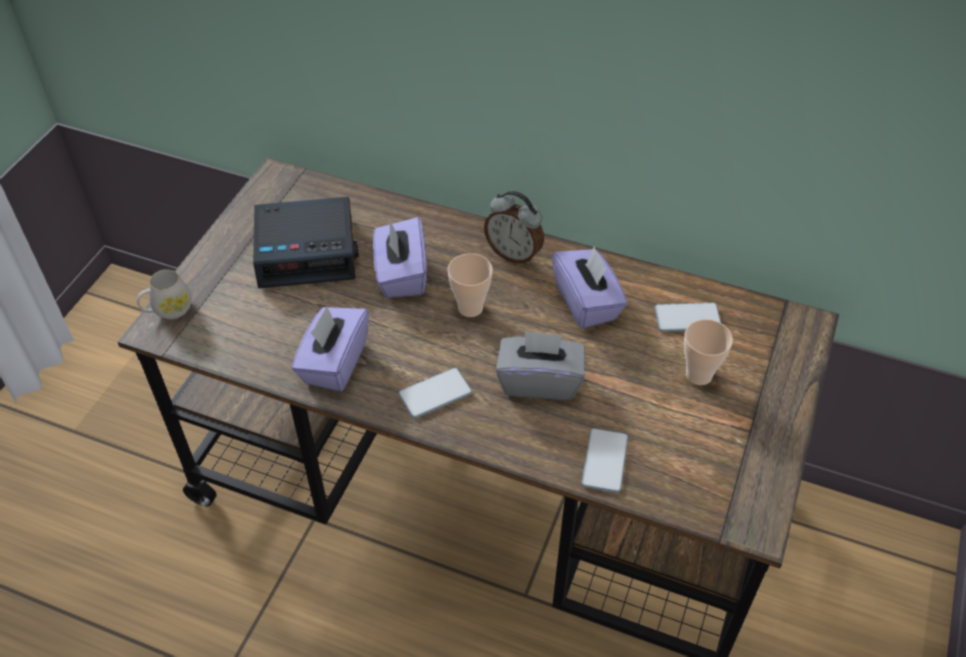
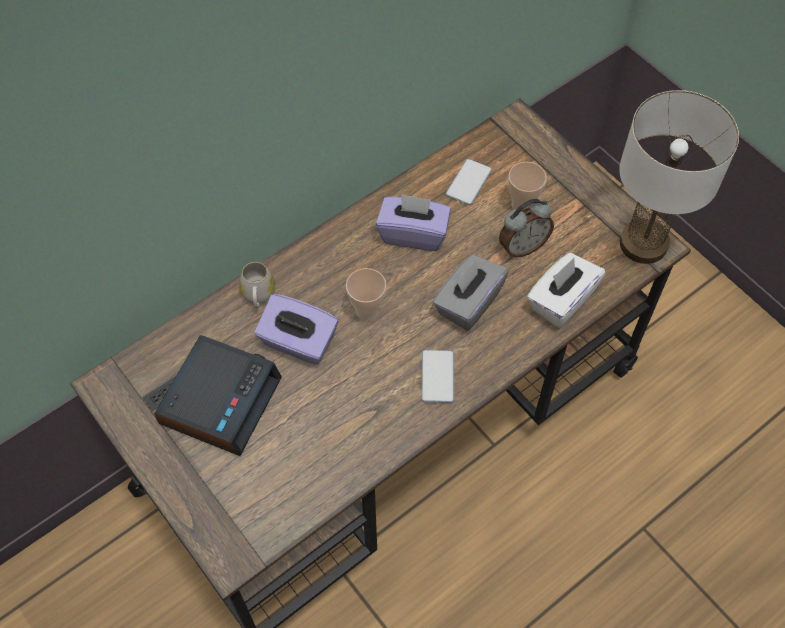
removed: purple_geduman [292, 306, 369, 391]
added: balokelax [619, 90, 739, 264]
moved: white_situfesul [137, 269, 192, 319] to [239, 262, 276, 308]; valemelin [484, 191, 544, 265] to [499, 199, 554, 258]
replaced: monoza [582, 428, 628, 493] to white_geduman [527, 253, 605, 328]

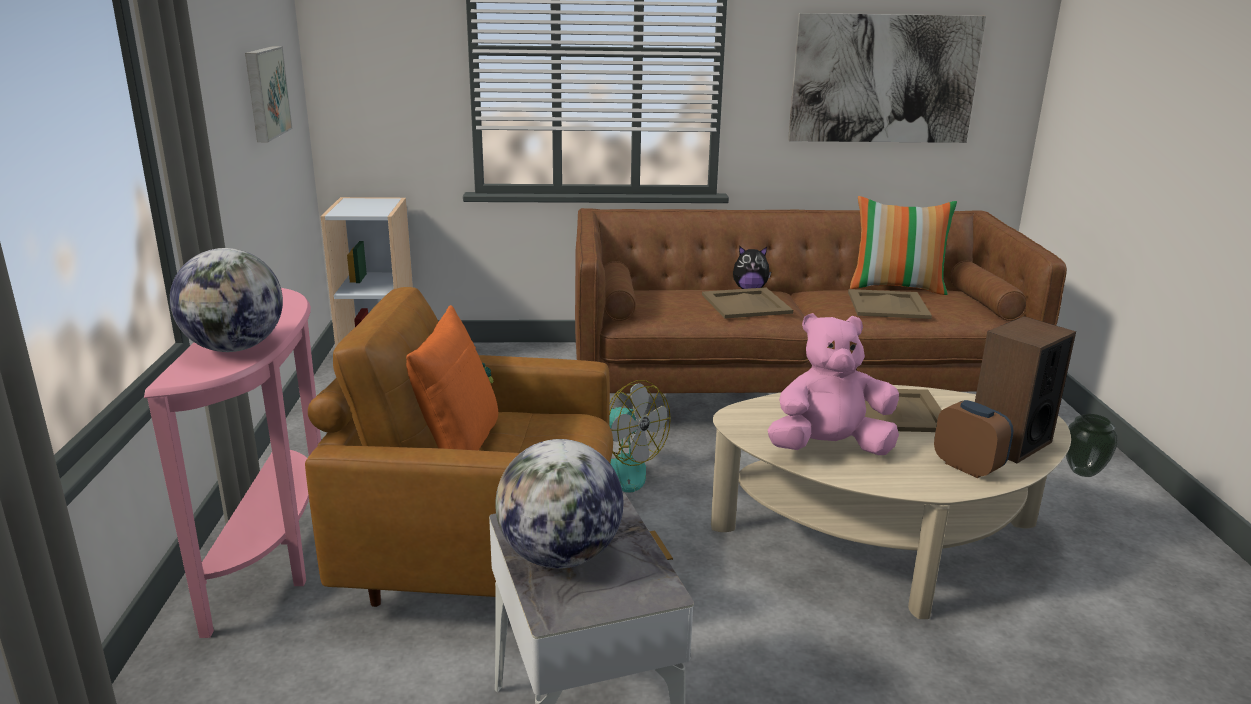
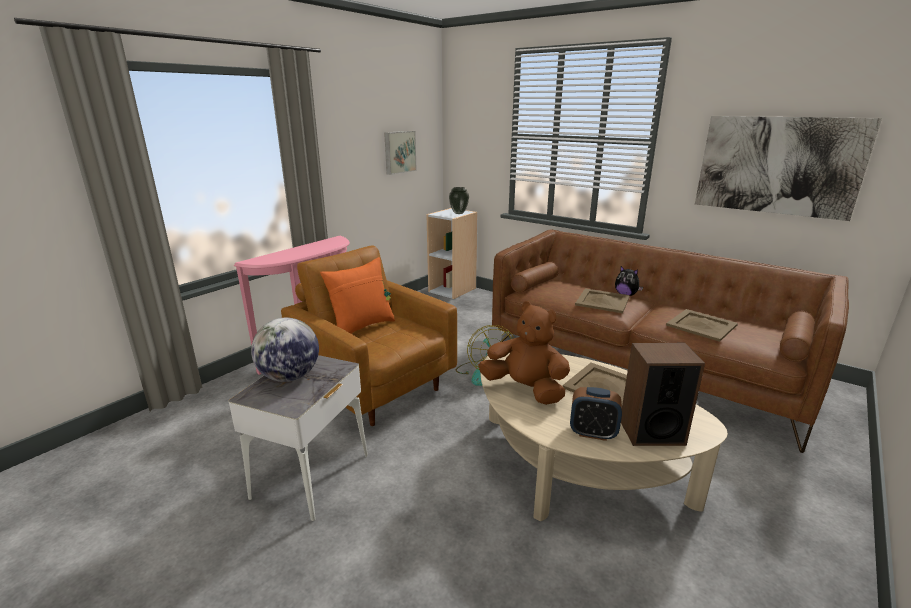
removed: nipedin [170, 248, 283, 352]; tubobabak [850, 196, 957, 295]
moved: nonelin [1066, 414, 1118, 477] to [449, 187, 469, 214]
recoloured: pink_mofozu [768, 313, 899, 455] to brown_mofozu [478, 301, 570, 405]
turned: valemelin [934, 400, 1013, 478] = [570, 387, 622, 441] 105 degrees clockwise

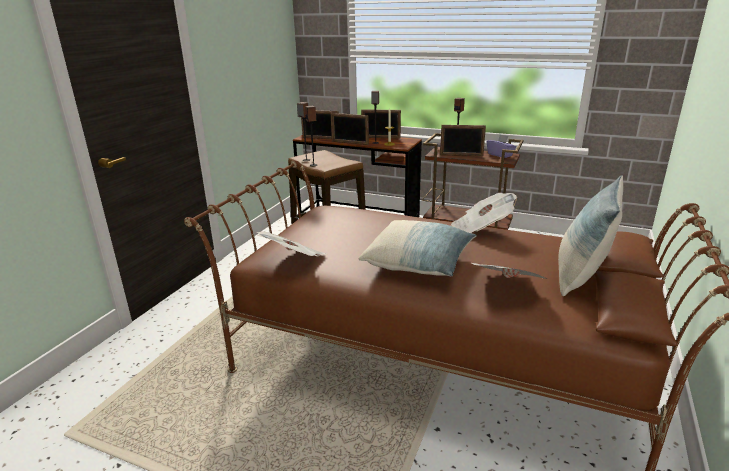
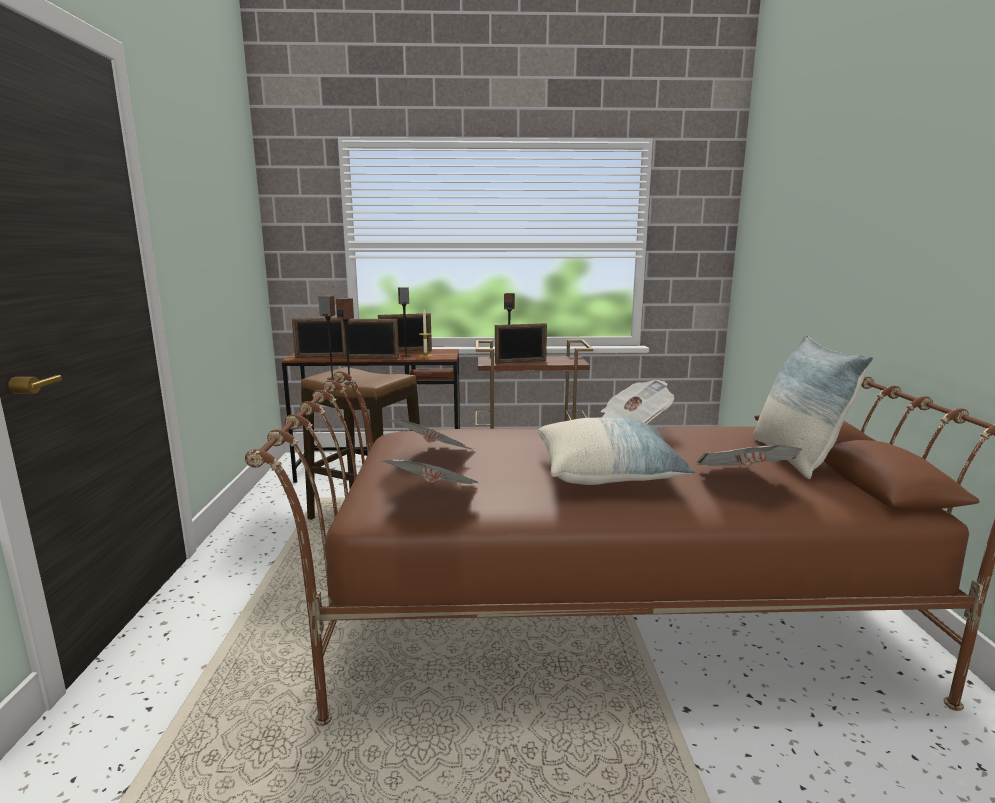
removed: purple_geduman [487, 134, 516, 158]
added: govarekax [386, 419, 475, 449]

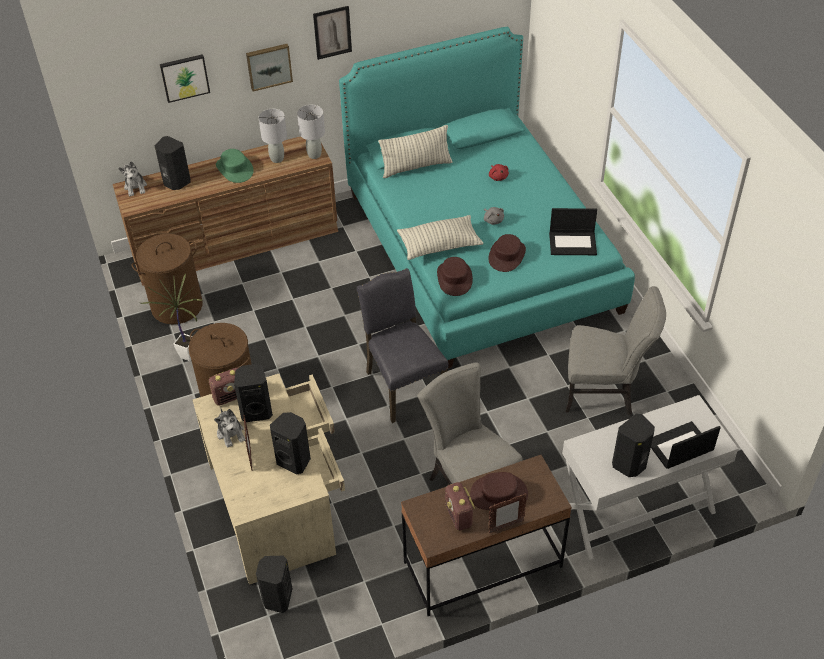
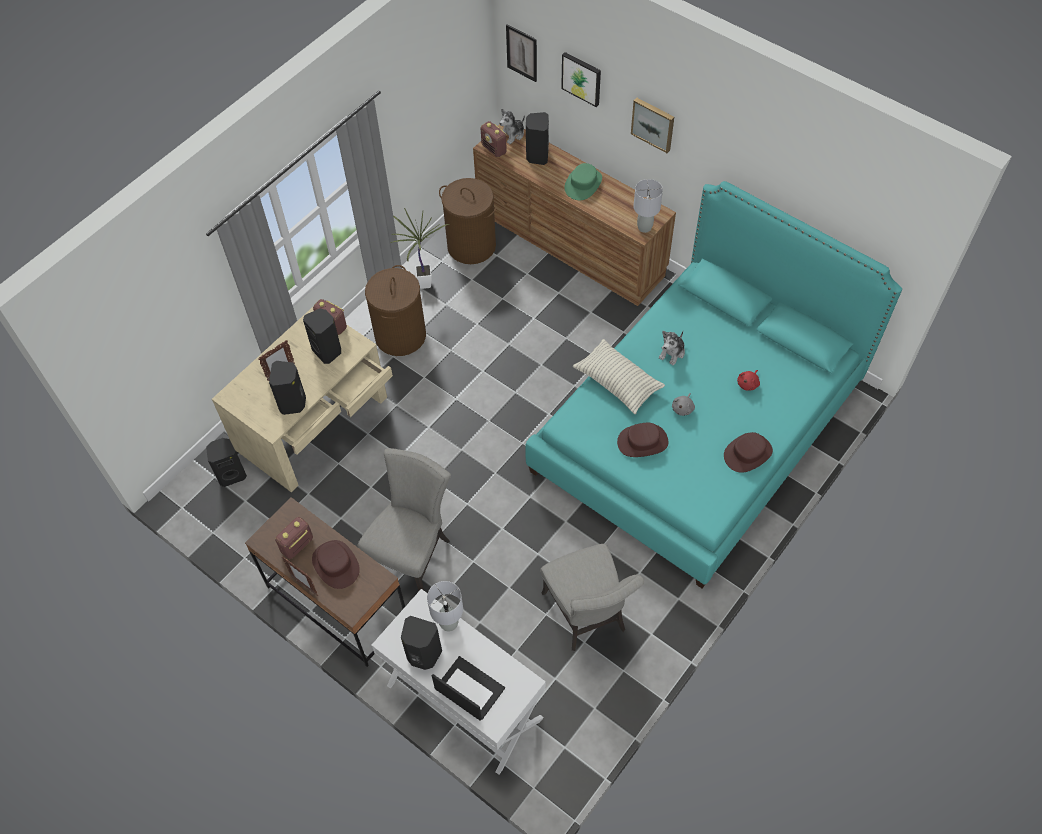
removed: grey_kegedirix [357, 268, 449, 423]; tubobabak [378, 125, 453, 178]; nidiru [549, 208, 597, 255]
added: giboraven [481, 121, 507, 157]
moved: grey_balokelax [259, 109, 287, 163] to [427, 581, 463, 632]; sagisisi [313, 6, 352, 60] to [506, 24, 537, 82]; mofozu [214, 409, 245, 448] to [659, 331, 685, 365]; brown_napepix [437, 257, 473, 296] to [724, 432, 773, 473]

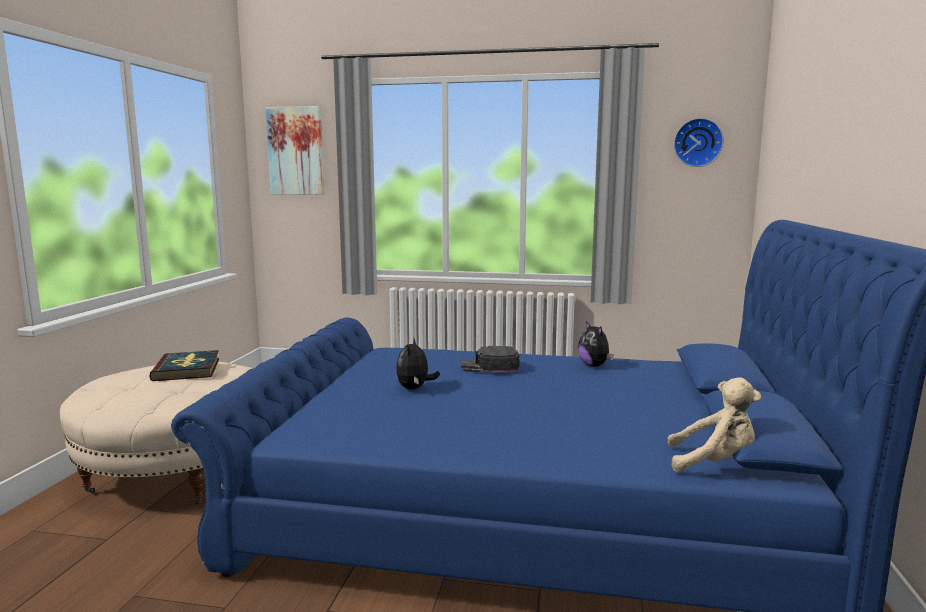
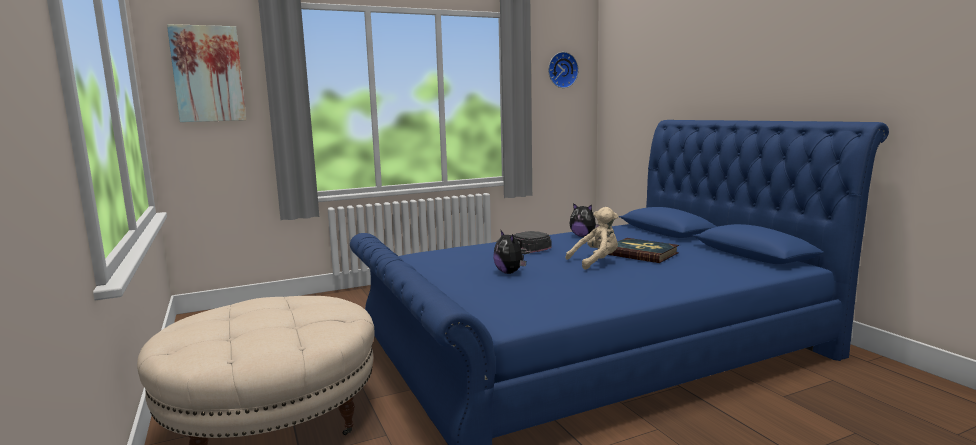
moved: beige_mofozu [667, 378, 761, 473] to [565, 207, 618, 270]; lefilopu [149, 350, 219, 381] to [608, 238, 679, 263]

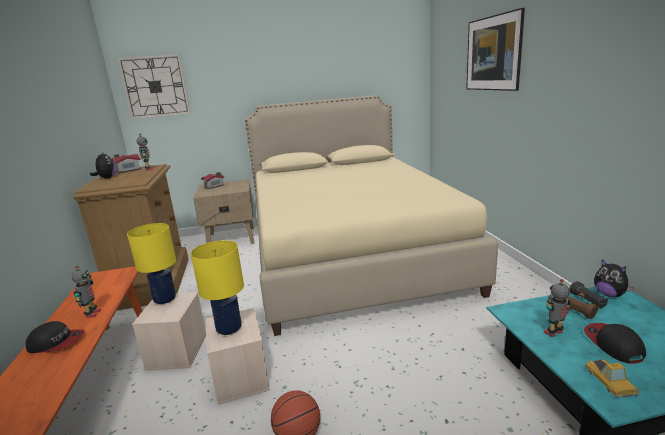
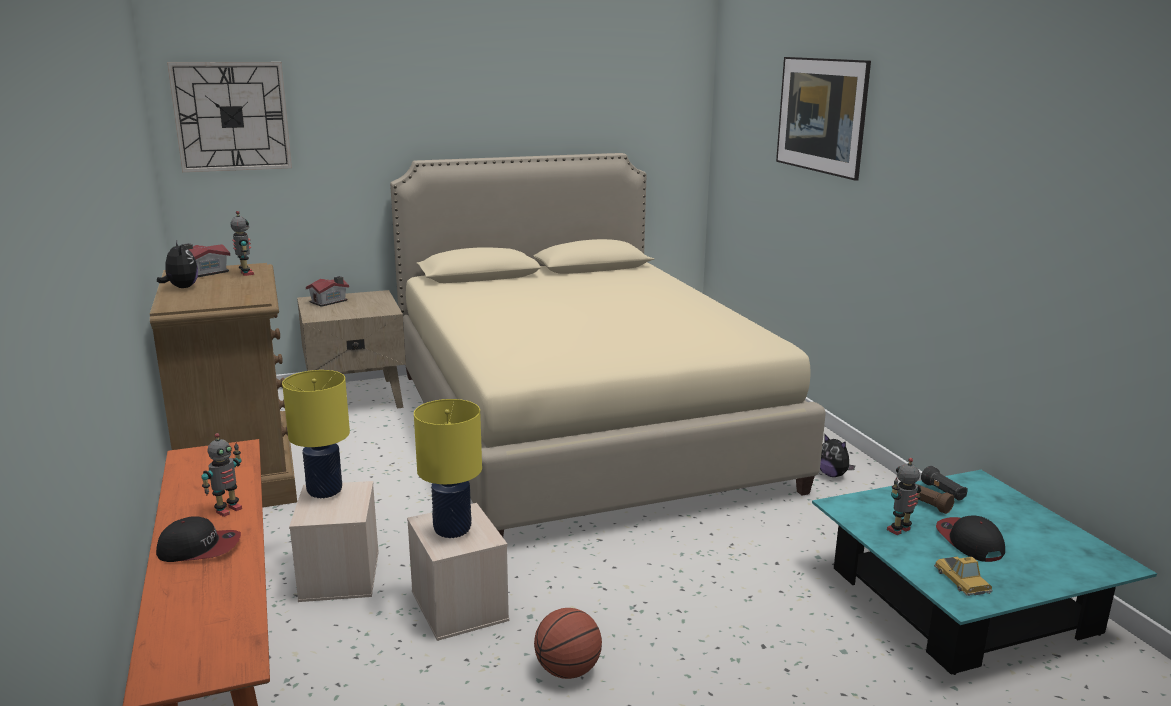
moved: mofozu [594, 259, 634, 297] to [820, 433, 855, 477]
turned: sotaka [72, 266, 101, 318] = [201, 433, 242, 517] 45 degrees clockwise

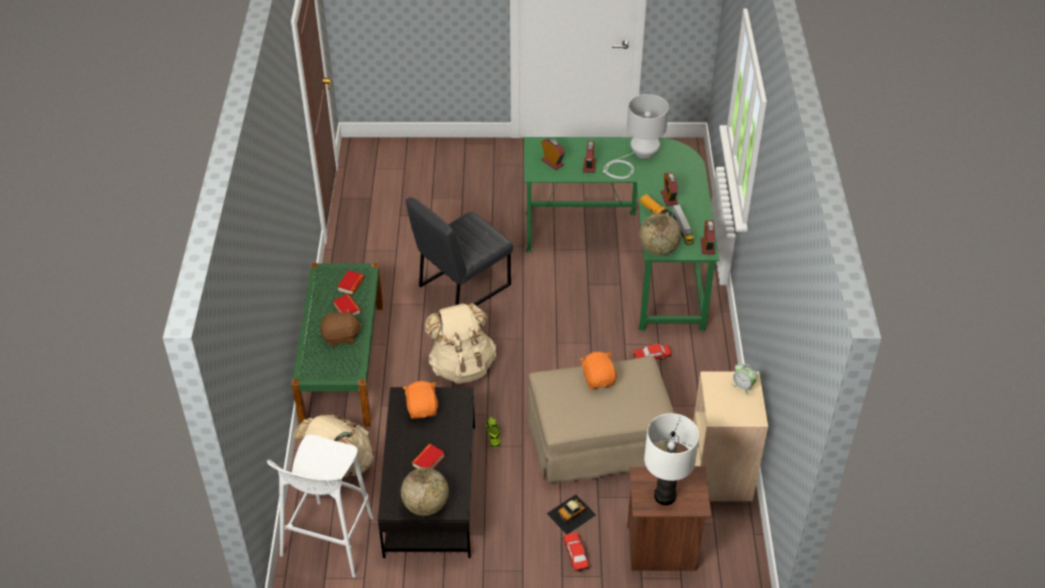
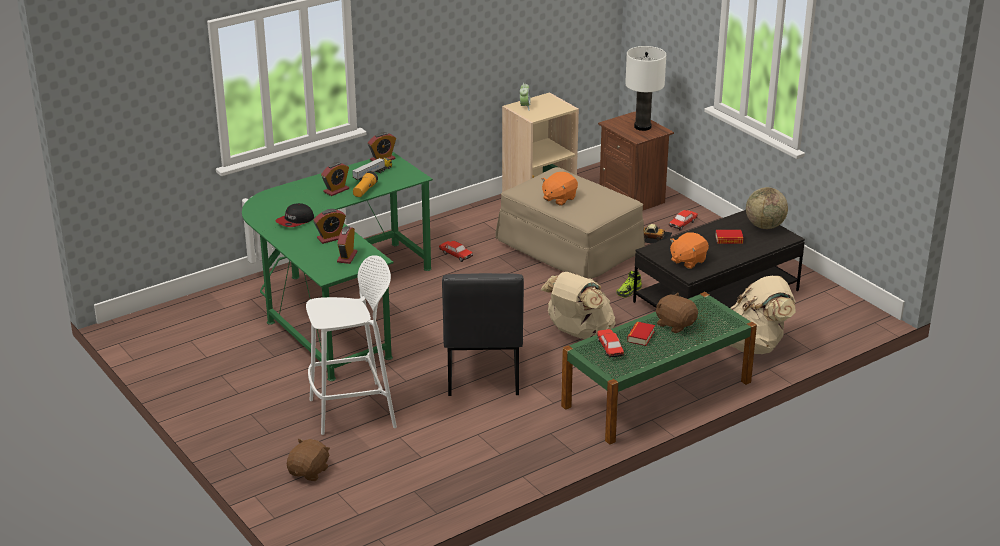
removed: nipedin [639, 213, 681, 256]
added: brown_mofozu [287, 438, 330, 481]
moved: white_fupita [267, 435, 374, 578] to [306, 255, 397, 435]
replaced: white_balokelax [603, 94, 669, 179] to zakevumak [275, 203, 314, 227]; lefilopu [337, 270, 364, 295] to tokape [597, 329, 624, 357]
turned: grey_kegedirix [406, 197, 513, 305] = [442, 273, 524, 396] 75 degrees clockwise

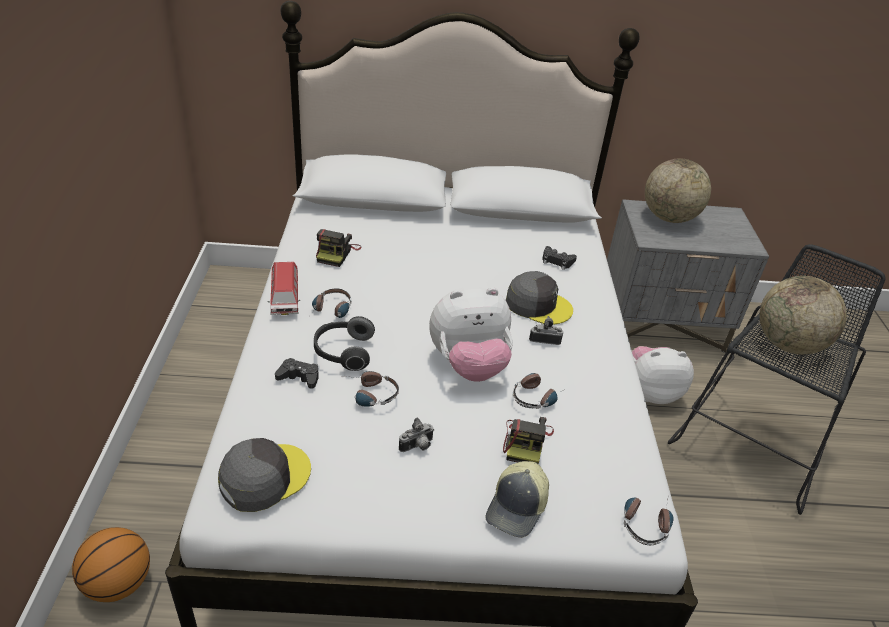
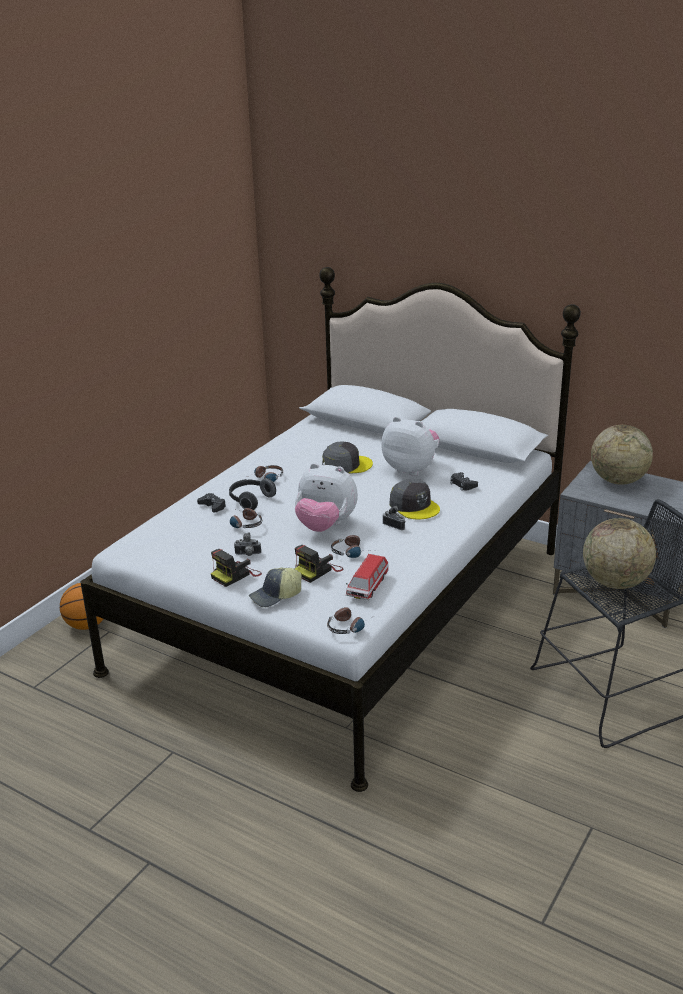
moved: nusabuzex [316, 229, 361, 267] to [211, 549, 262, 587]; grey_zakevumak [218, 438, 311, 512] to [322, 442, 373, 474]; tokape [267, 262, 300, 315] to [346, 554, 389, 600]; mofozu [632, 346, 694, 404] to [381, 417, 439, 476]

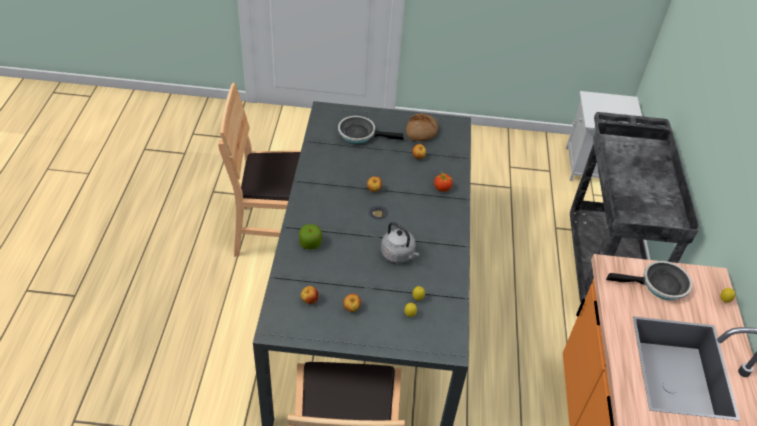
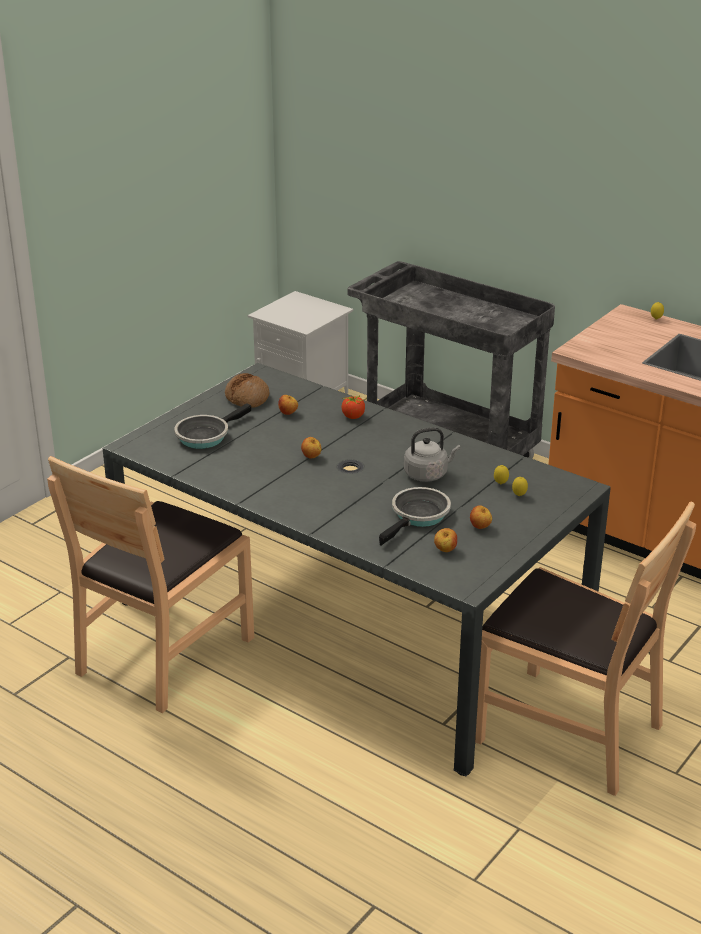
removed: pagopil [299, 224, 322, 250]
moved: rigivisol [606, 261, 692, 300] to [379, 487, 451, 545]

